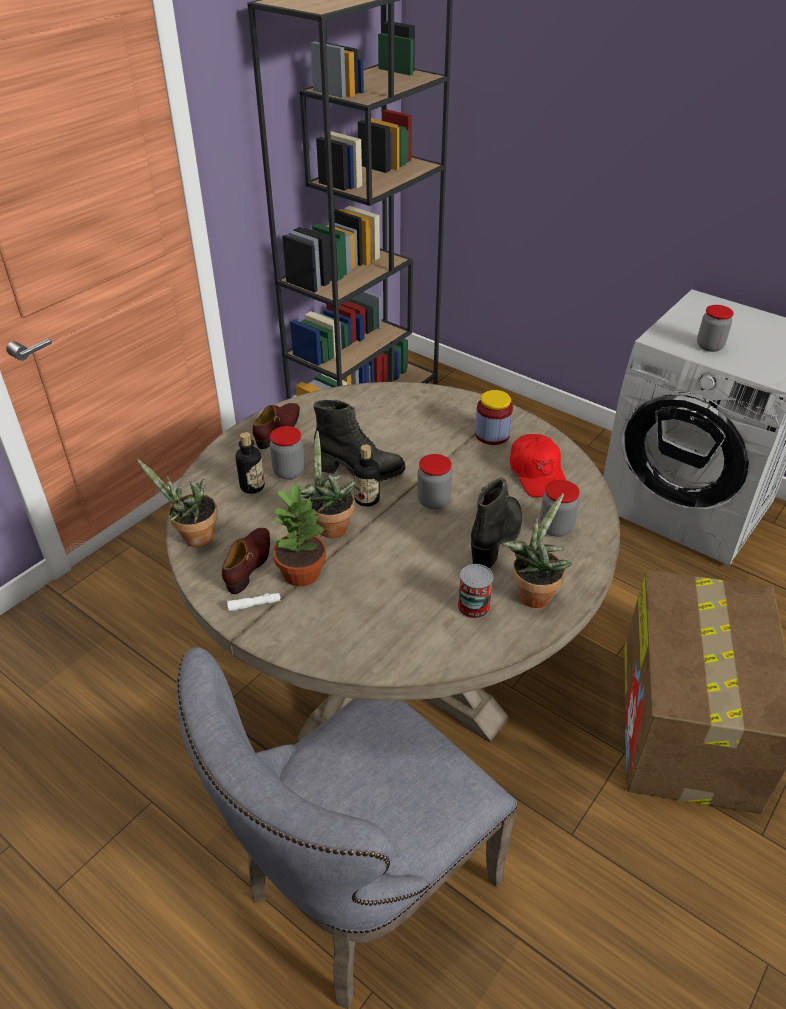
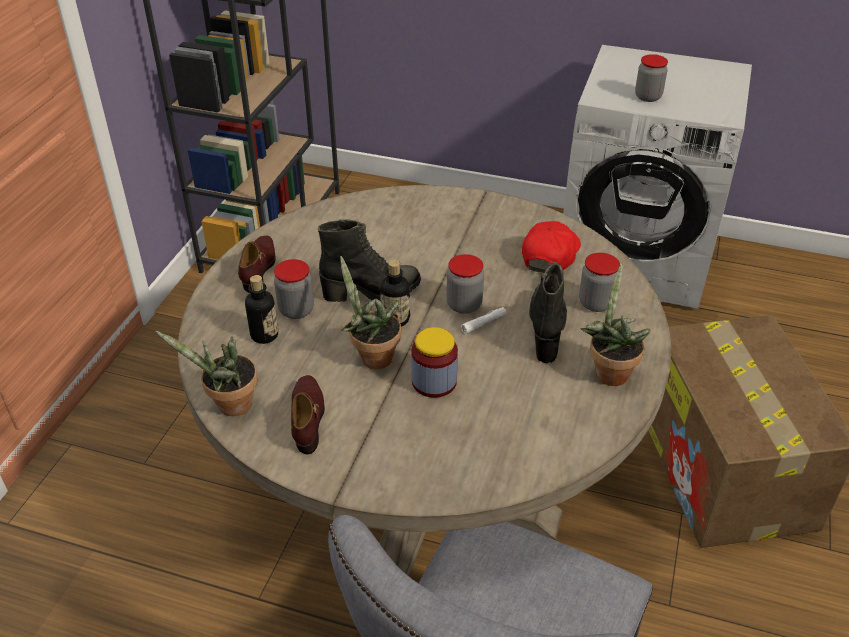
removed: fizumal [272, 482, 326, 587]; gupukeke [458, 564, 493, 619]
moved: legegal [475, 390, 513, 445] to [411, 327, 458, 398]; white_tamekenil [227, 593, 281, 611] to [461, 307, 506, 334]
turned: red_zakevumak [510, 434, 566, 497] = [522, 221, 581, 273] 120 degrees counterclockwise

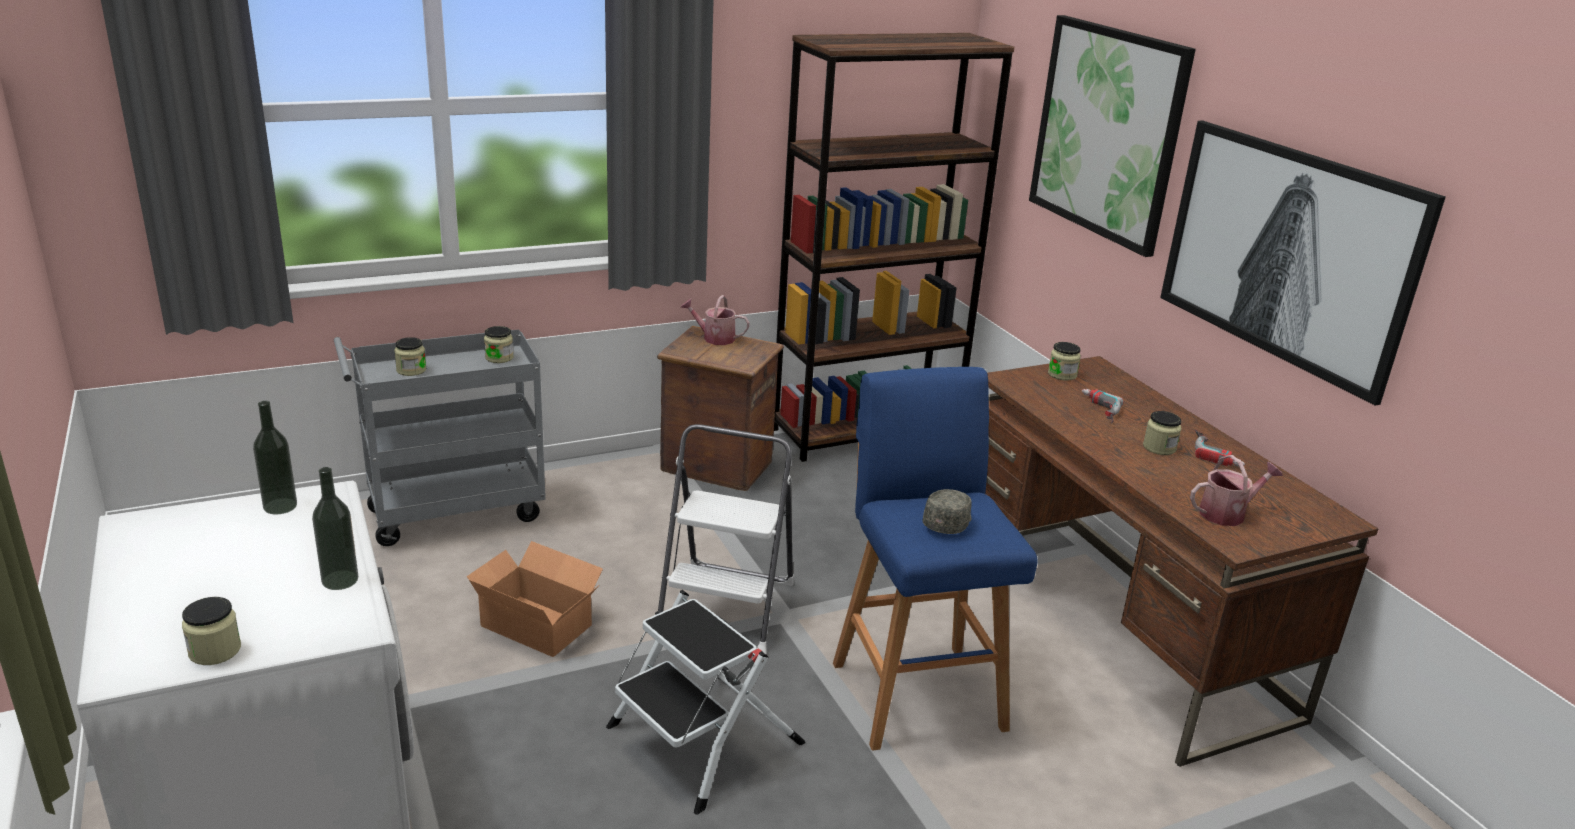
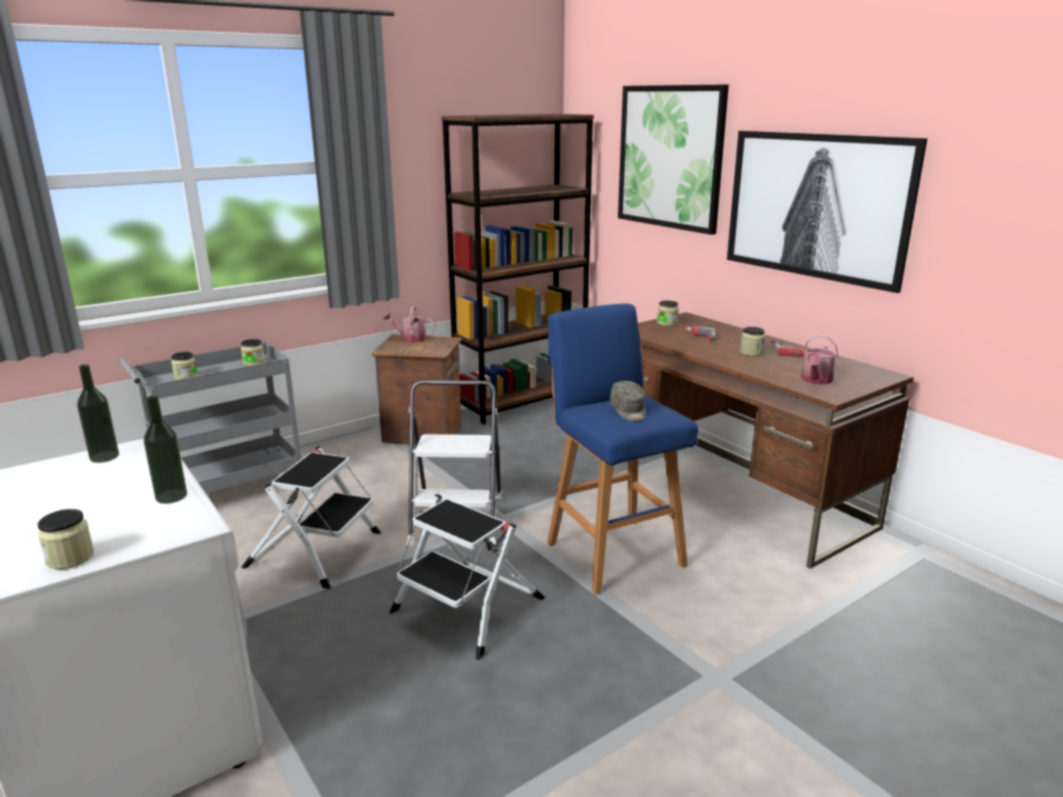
replaced: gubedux [467, 541, 603, 657] to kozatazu [241, 446, 381, 589]
turned: grey_zakevumak [922, 489, 972, 534] = [610, 381, 646, 421] 150 degrees clockwise; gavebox [1190, 455, 1283, 526] = [801, 335, 838, 384] 150 degrees clockwise

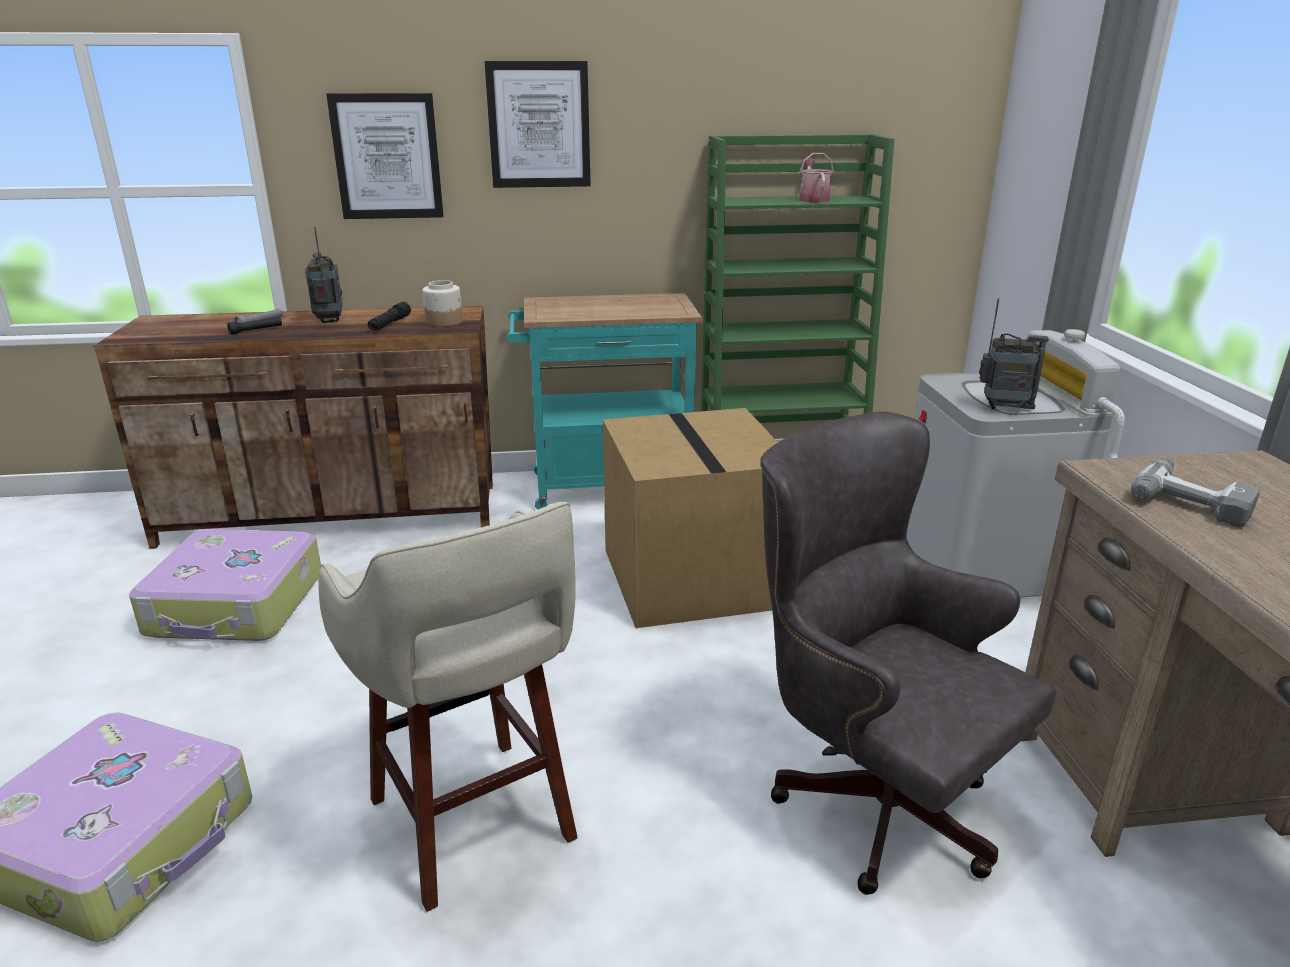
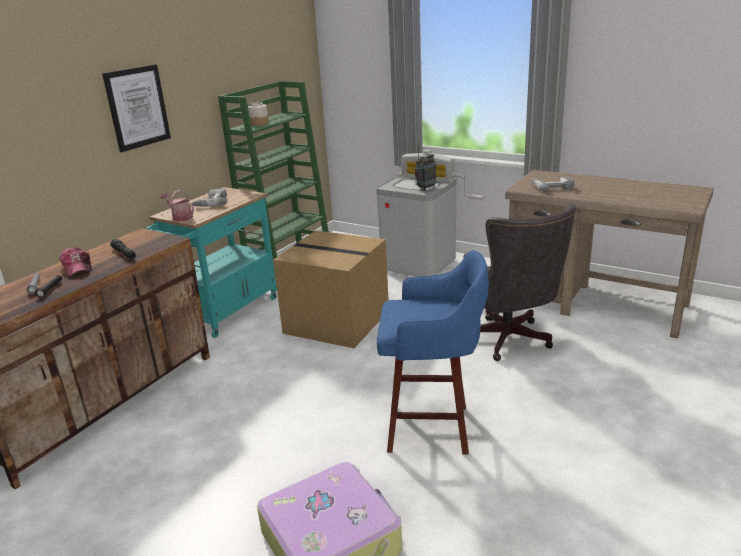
removed: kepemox [129, 529, 321, 641]; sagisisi [326, 93, 444, 219]
added: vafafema [192, 189, 227, 207]
moved: gavebox [799, 153, 834, 203] to [160, 190, 194, 221]; legegal [423, 280, 463, 327] to [248, 102, 269, 126]
replaced: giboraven [305, 227, 343, 323] to zakevumak [60, 247, 92, 276]
recoloured: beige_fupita [318, 502, 578, 912] to blue_fupita [377, 250, 489, 455]
turned: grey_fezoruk [760, 411, 1056, 895] = [464, 204, 576, 361] 105 degrees counterclockwise

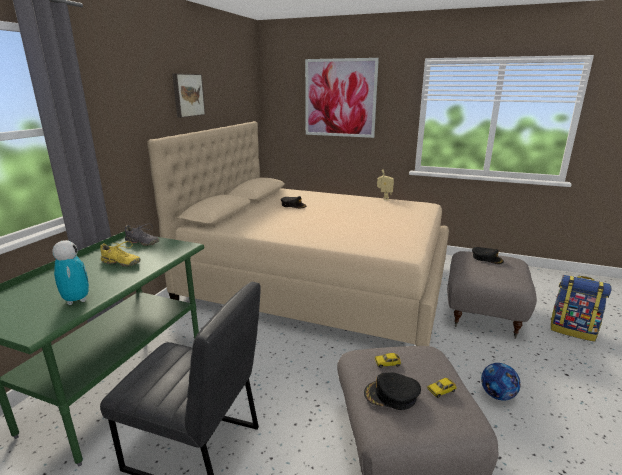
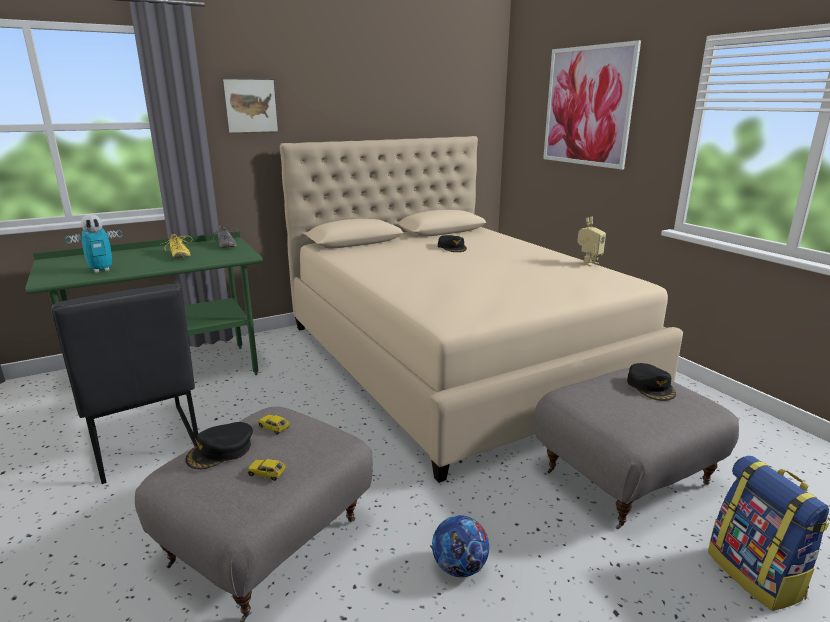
moved: sagisisi [172, 73, 205, 118] to [221, 78, 279, 134]
turned: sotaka [52, 240, 89, 305] = [65, 214, 123, 273] 45 degrees clockwise; black_zakevumak [364, 372, 421, 410] = [185, 422, 253, 470] 90 degrees counterclockwise

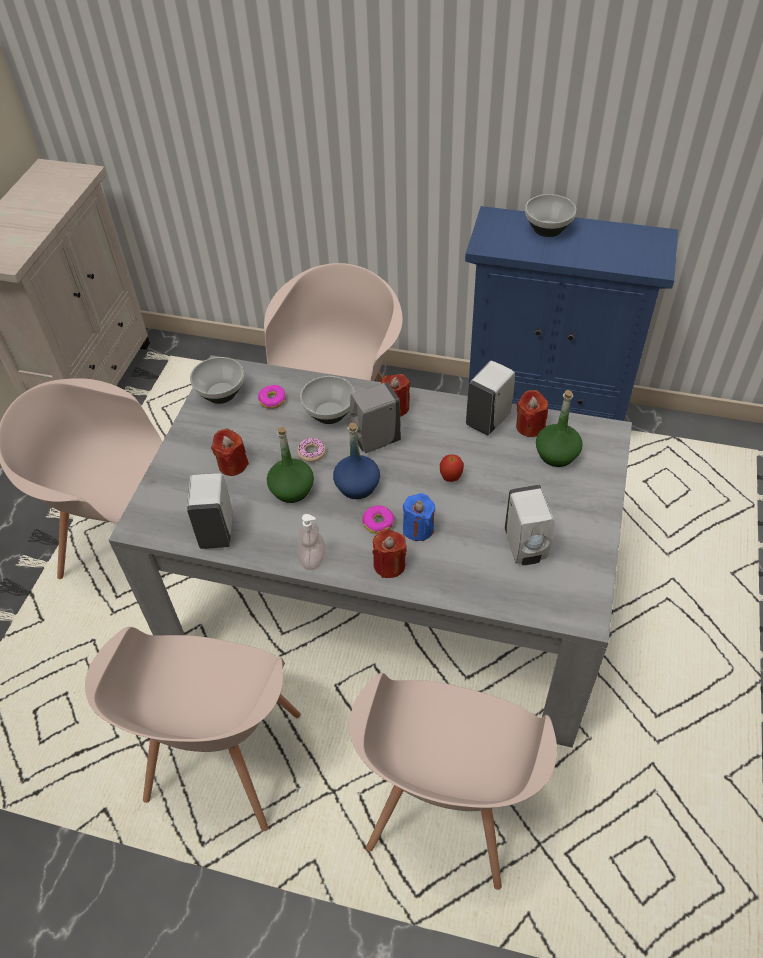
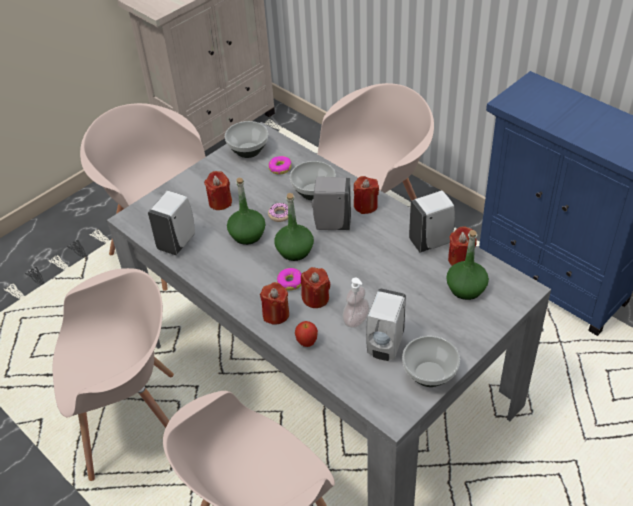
moved: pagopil [440, 454, 464, 482] to [295, 321, 318, 347]; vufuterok [298, 514, 326, 570] to [342, 278, 370, 328]; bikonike [525, 194, 576, 237] to [402, 336, 460, 387]
recoloured: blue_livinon [333, 423, 380, 499] to green_livinon [274, 193, 314, 261]; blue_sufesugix [403, 493, 435, 541] to red_sufesugix [301, 267, 331, 308]
turned: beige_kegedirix [85, 627, 301, 831] = [53, 268, 174, 481] 150 degrees counterclockwise

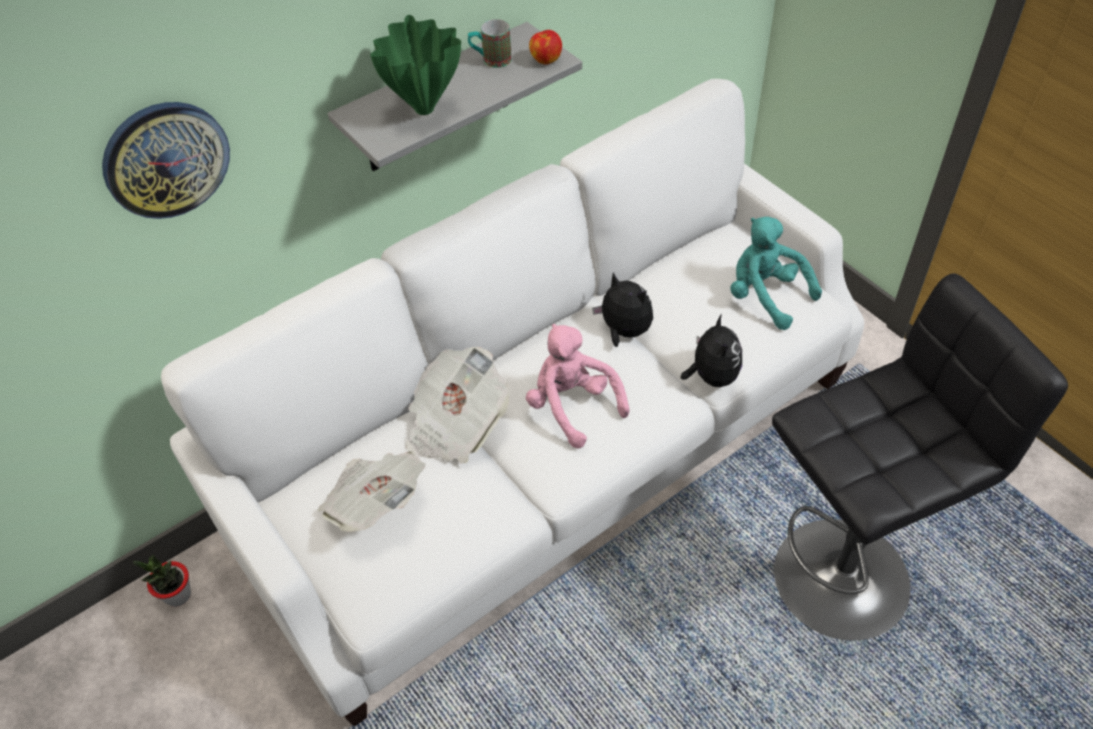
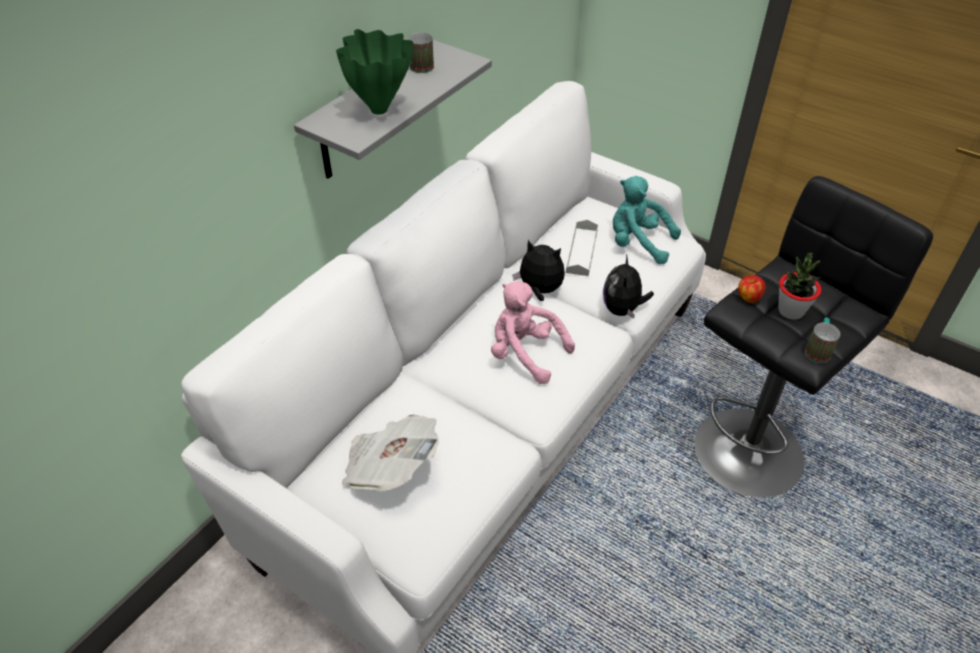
removed: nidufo [102, 102, 230, 219]; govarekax [406, 347, 509, 464]
added: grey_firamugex [566, 220, 598, 276]; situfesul [805, 318, 840, 363]
moved: pagopil [529, 30, 562, 65] to [738, 275, 766, 303]; fizumal [133, 555, 191, 607] to [778, 252, 821, 320]
turned: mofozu [681, 314, 742, 387] = [603, 254, 654, 319] 150 degrees counterclockwise

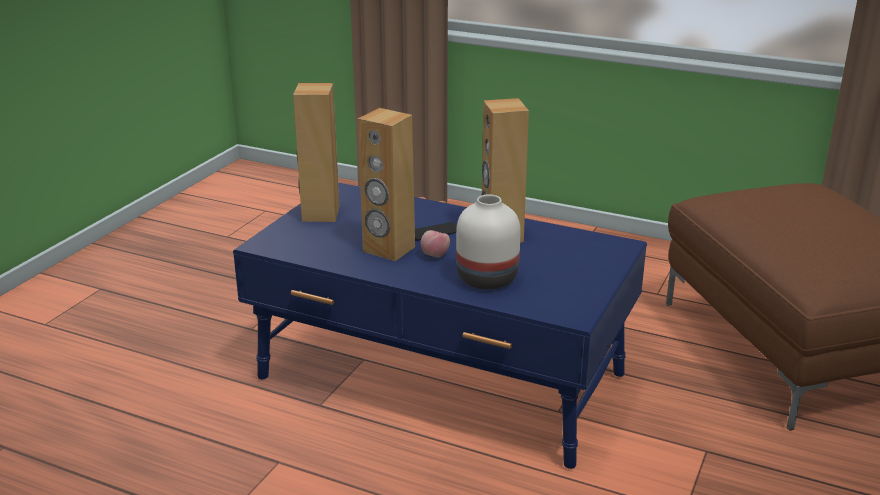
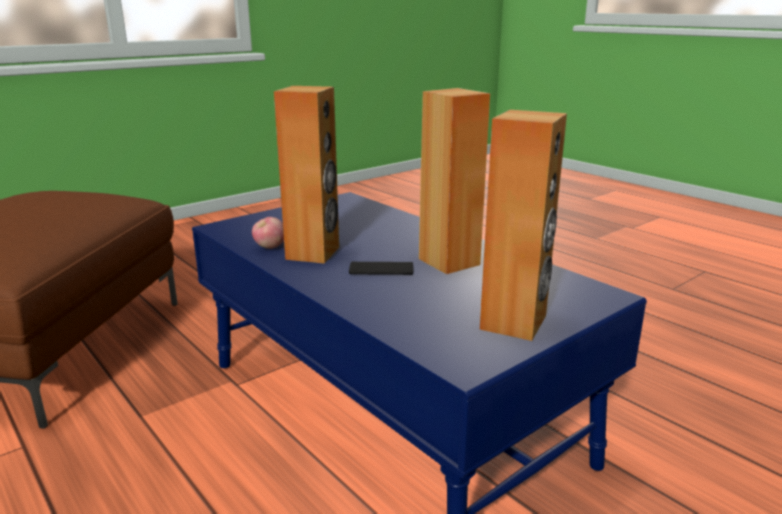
removed: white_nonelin [456, 194, 521, 290]
moved: pagopil [421, 230, 450, 257] to [252, 217, 284, 249]

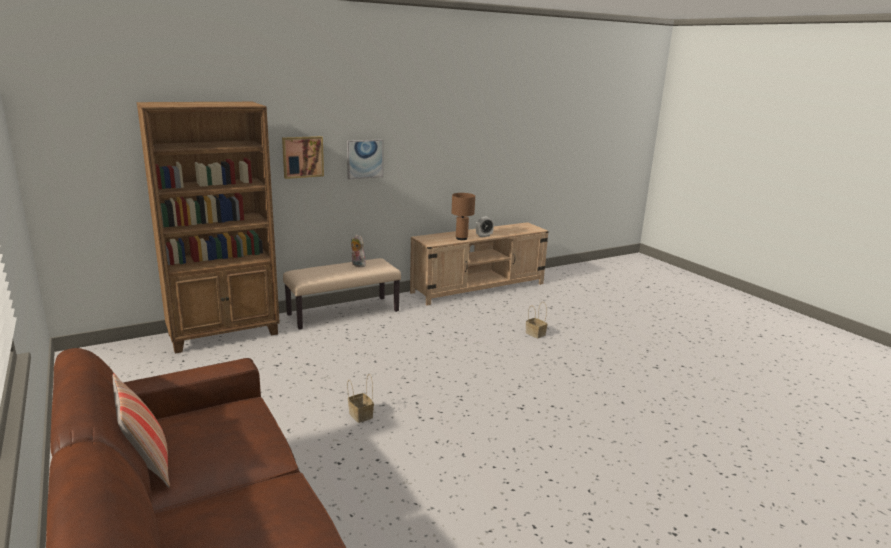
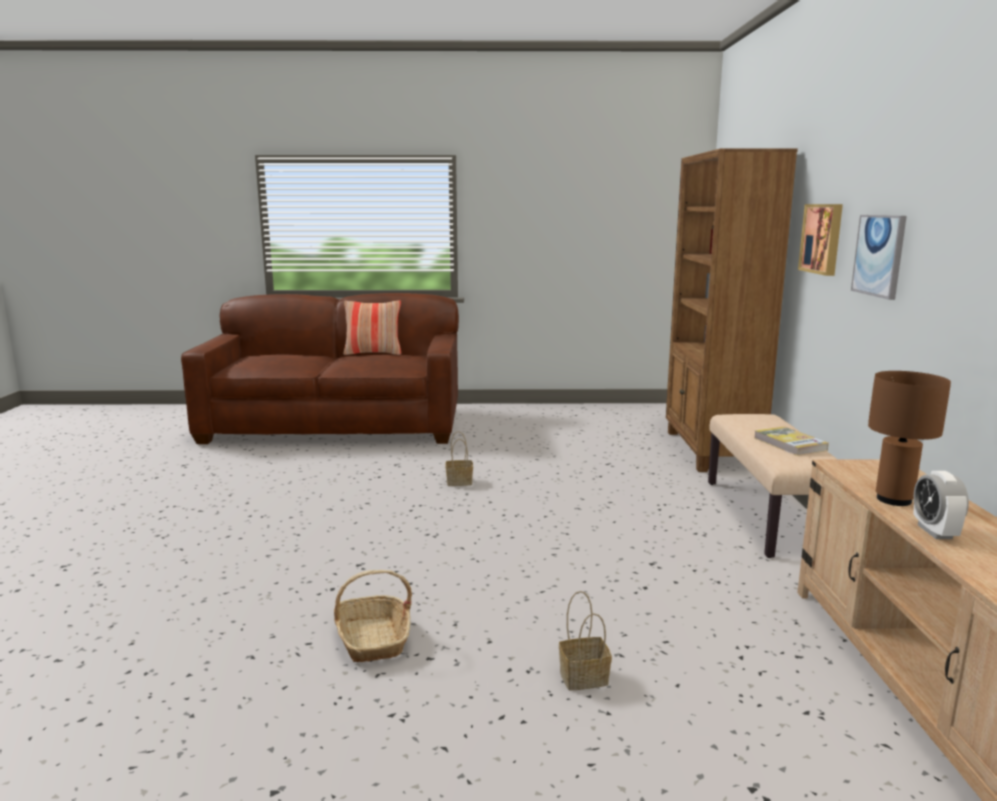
added: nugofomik [334, 570, 412, 662]
replaced: mofozu [351, 234, 366, 267] to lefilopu [754, 426, 829, 456]

